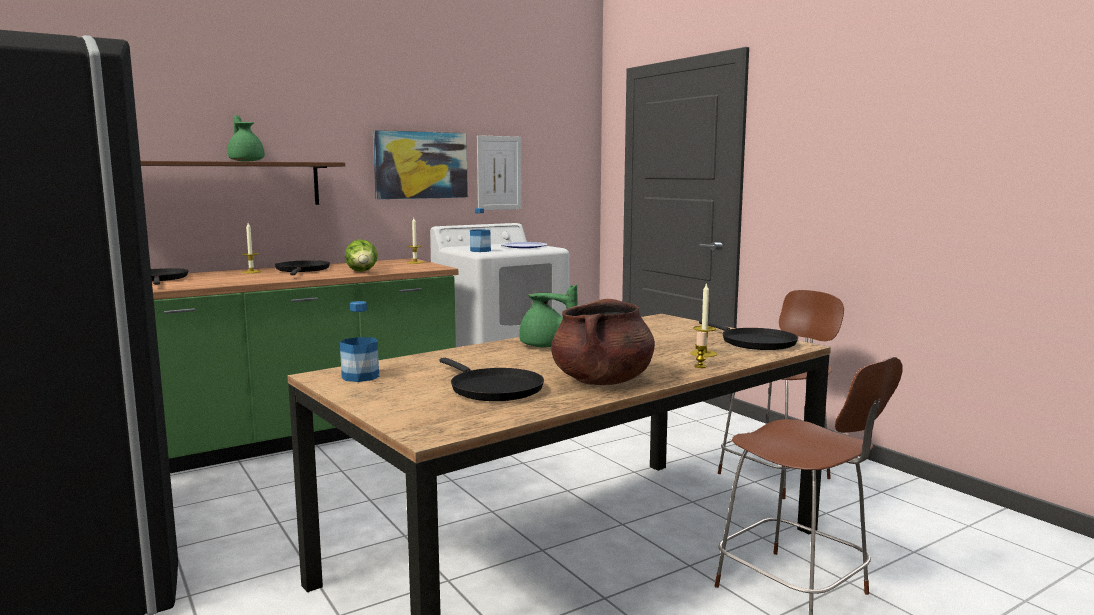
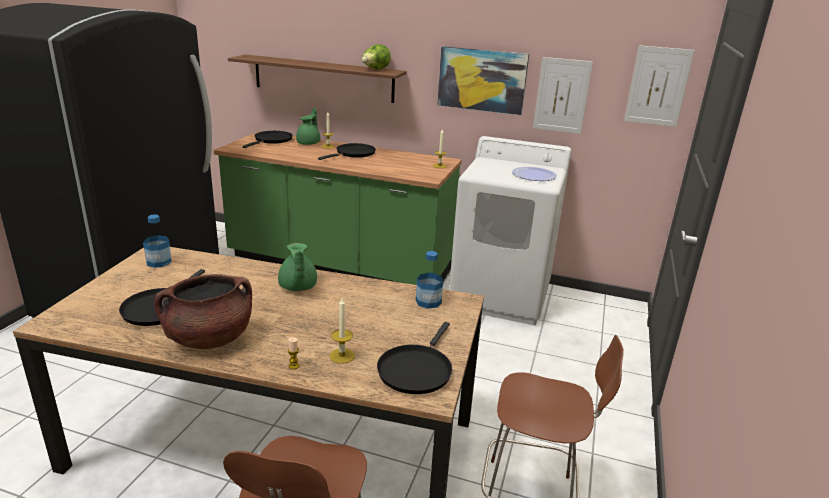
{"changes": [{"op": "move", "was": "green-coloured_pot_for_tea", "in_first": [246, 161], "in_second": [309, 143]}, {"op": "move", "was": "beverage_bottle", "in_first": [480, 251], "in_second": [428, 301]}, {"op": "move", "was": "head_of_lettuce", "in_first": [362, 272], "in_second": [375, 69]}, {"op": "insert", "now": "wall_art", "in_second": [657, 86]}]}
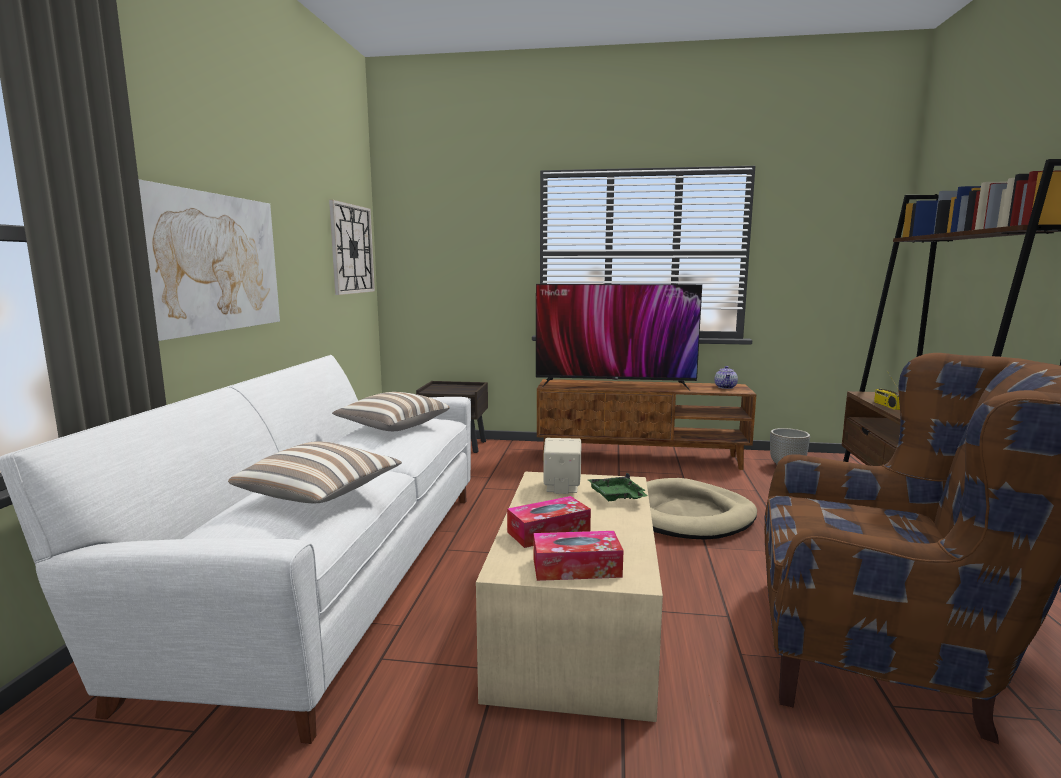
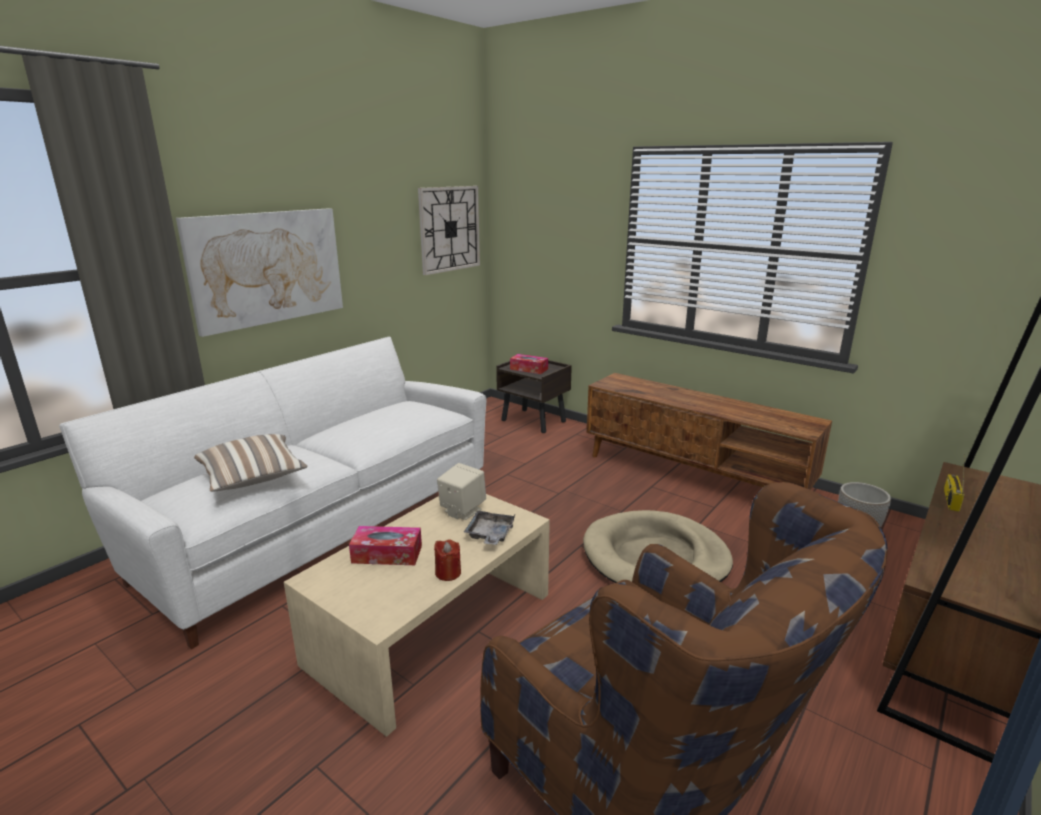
{"changes": [{"op": "delete", "was": "television", "in_first": [614, 384]}, {"op": "delete", "was": "pot_for_tea", "in_first": [725, 387]}, {"op": "delete", "was": "pillow", "in_first": [392, 427]}, {"op": "recolor", "was": "green-coloured_tray", "now": "greyish_tray", "in_first": [617, 497], "in_second": [490, 535]}, {"op": "move", "was": "tissue_box", "in_first": [576, 568], "in_second": [529, 369]}, {"op": "insert", "now": "red-coloured_wax_candle", "in_second": [448, 573]}]}
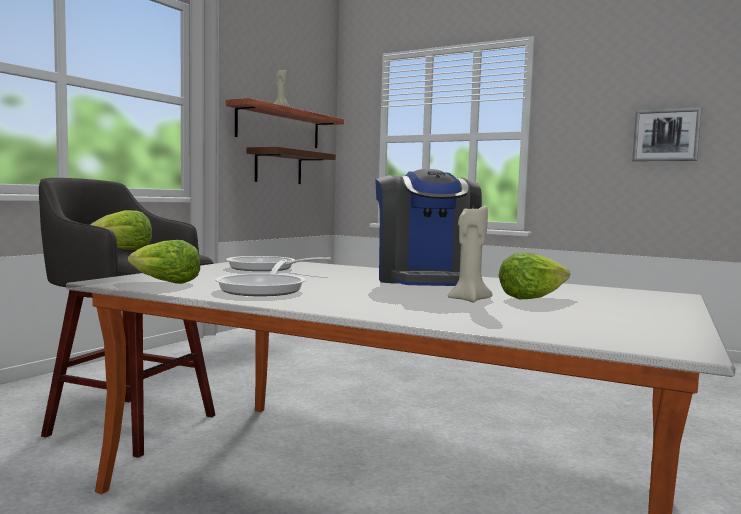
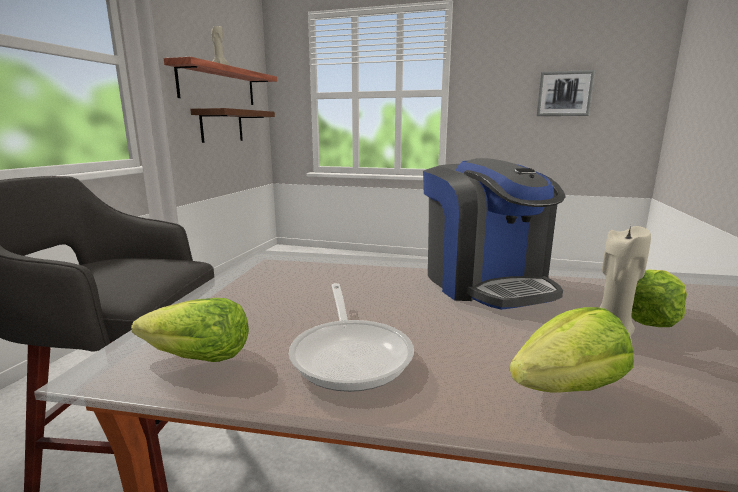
{"changes": [{"op": "move", "was": "head_of_lettuce", "in_first": [123, 249], "in_second": [568, 388]}, {"op": "delete", "was": "pan", "in_first": [266, 268]}]}
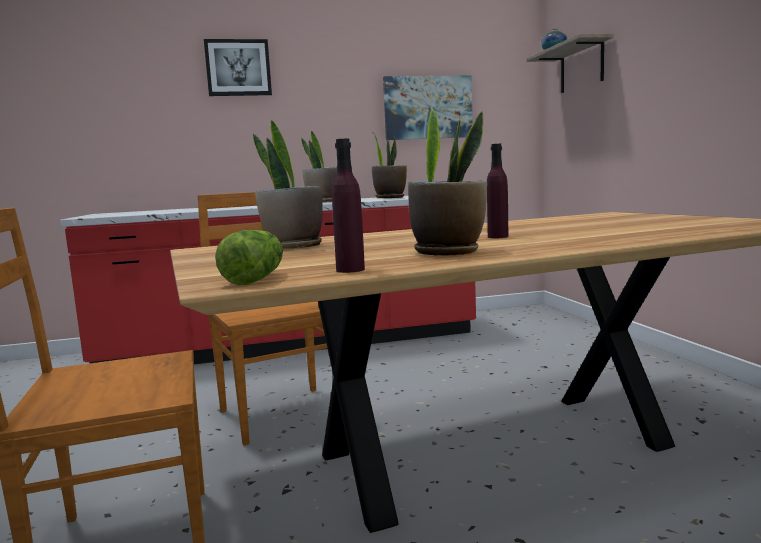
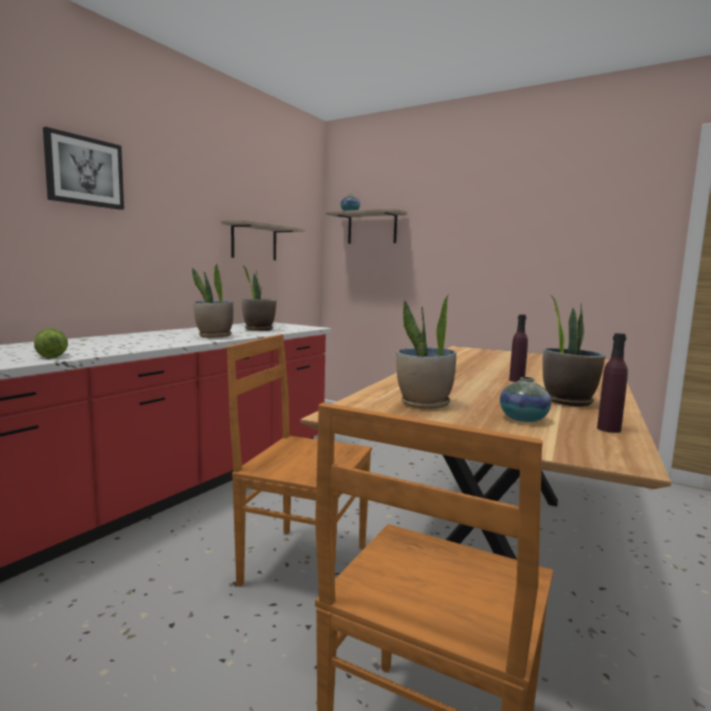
{"changes": [{"op": "replace", "was": "wall_art", "now": "shelf", "in_first": [428, 108], "in_second": [254, 242]}, {"op": "move", "was": "head_of_lettuce", "in_first": [257, 279], "in_second": [51, 355]}, {"op": "insert", "now": "vase", "in_second": [523, 419]}]}
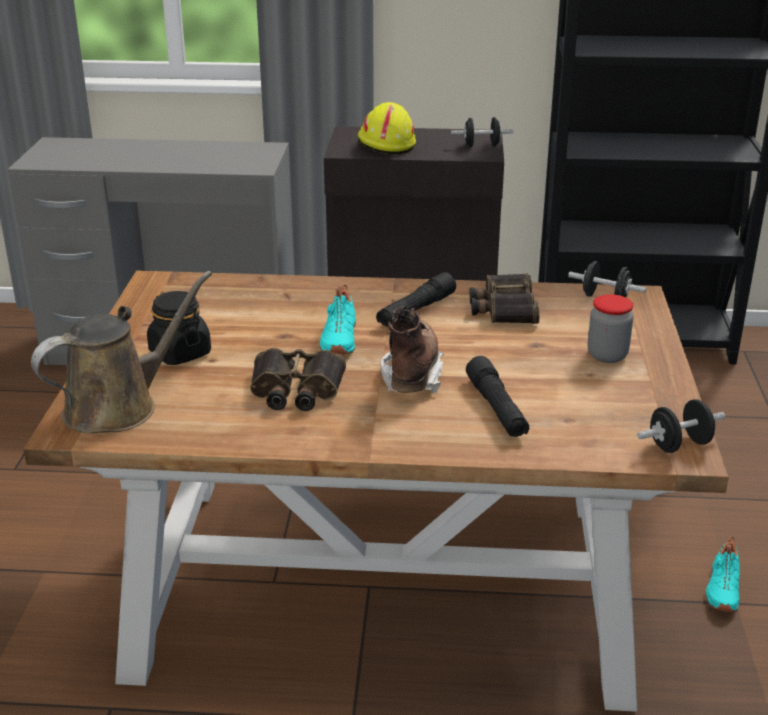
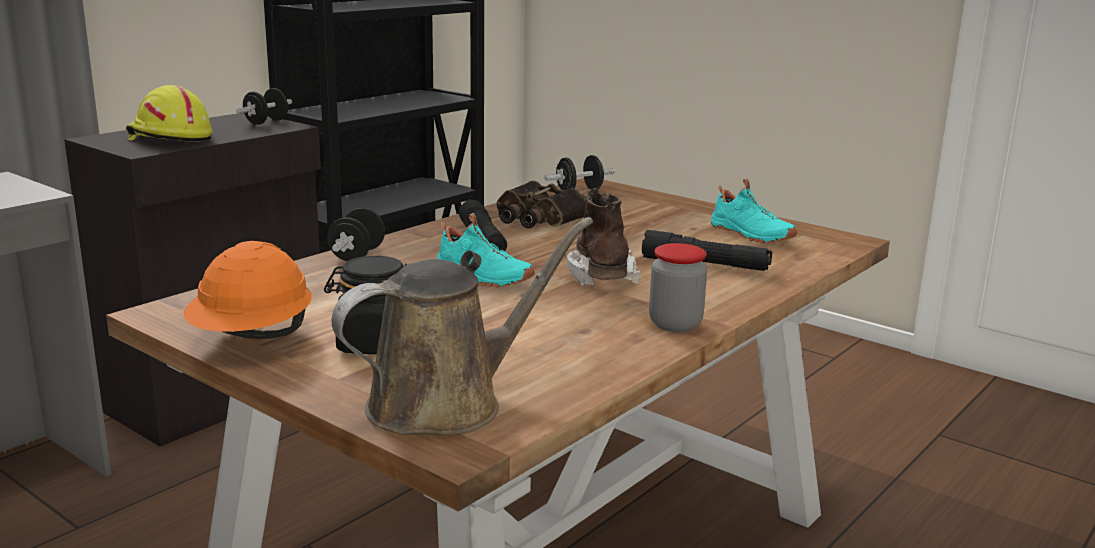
{"changes": [{"op": "rotate", "was": "brown_watering_pot", "in_first": [119, 406], "in_second": [447, 403], "clockwise": 60}, {"op": "move", "was": "storage_jar", "in_first": [607, 355], "in_second": [675, 324]}, {"op": "rotate", "was": "brown_boot", "in_first": [412, 375], "in_second": [601, 273], "clockwise": 45}, {"op": "delete", "was": "pair_of_binoculars", "in_first": [295, 390]}, {"op": "move", "was": "blackish_free_weight", "in_first": [679, 445], "in_second": [357, 255]}, {"op": "move", "was": "turquoise-coloured_shoe", "in_first": [721, 589], "in_second": [749, 235]}, {"op": "insert", "now": "orange_safety_helmet", "in_second": [253, 339]}]}
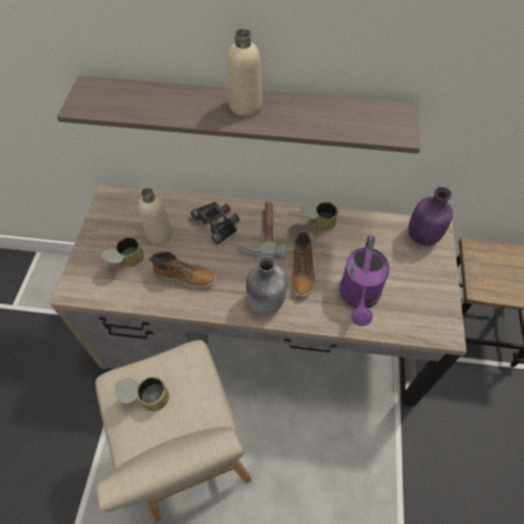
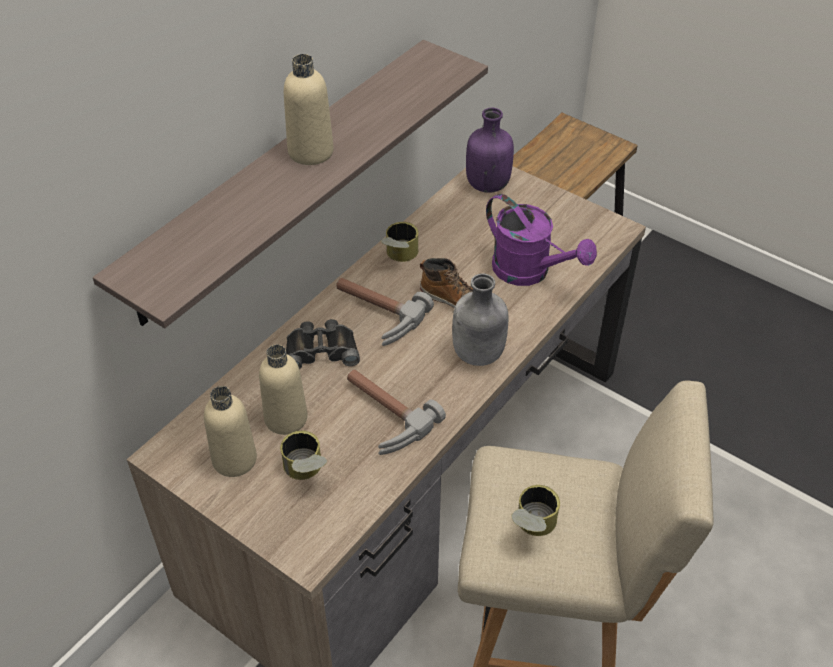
{"changes": [{"op": "replace", "was": "boot", "now": "tool_hammer", "in_first": [185, 276], "in_second": [380, 417]}, {"op": "insert", "now": "beige_beverage_bottle", "in_second": [234, 459]}]}
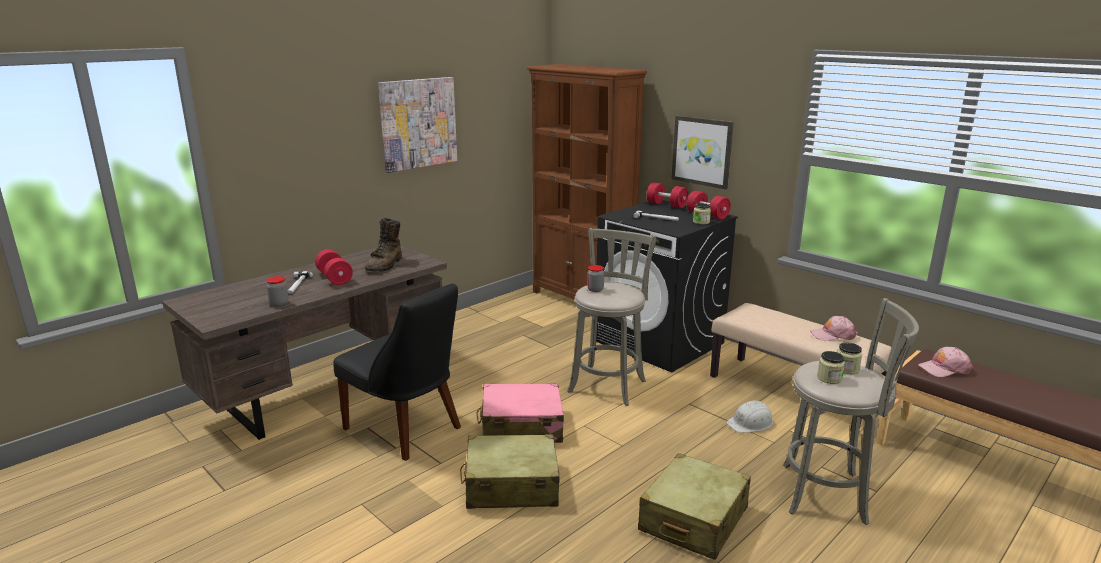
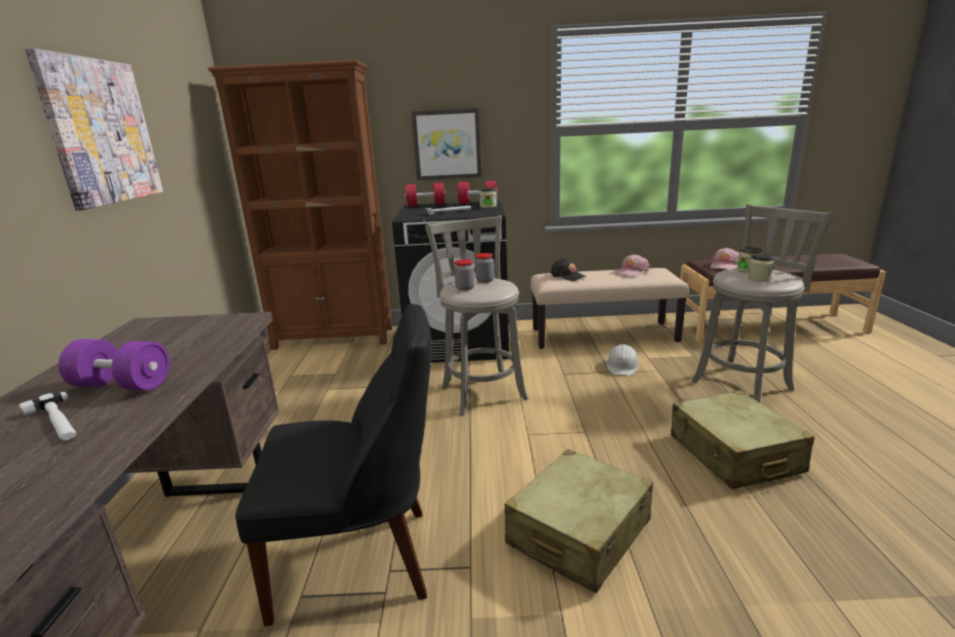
{"changes": [{"op": "delete", "was": "brown_boot", "in_first": [385, 265]}, {"op": "recolor", "was": "red-coloured_free_weight", "now": "purple_free_weight", "in_first": [335, 278], "in_second": [122, 385]}, {"op": "move", "was": "storage_jar", "in_first": [279, 304], "in_second": [485, 280]}, {"op": "delete", "was": "pink_travel_case", "in_first": [521, 427]}, {"op": "insert", "now": "blackish_baseball_cap", "in_second": [567, 276]}]}
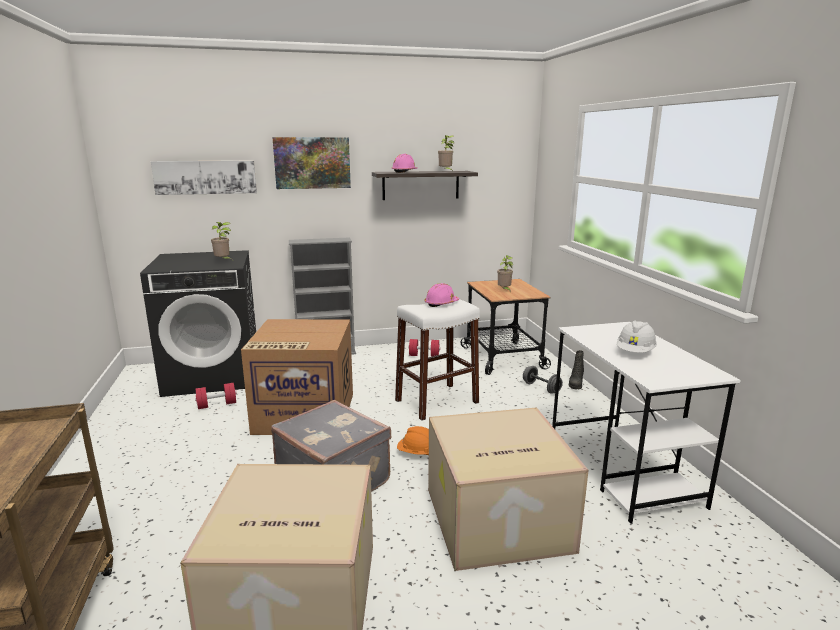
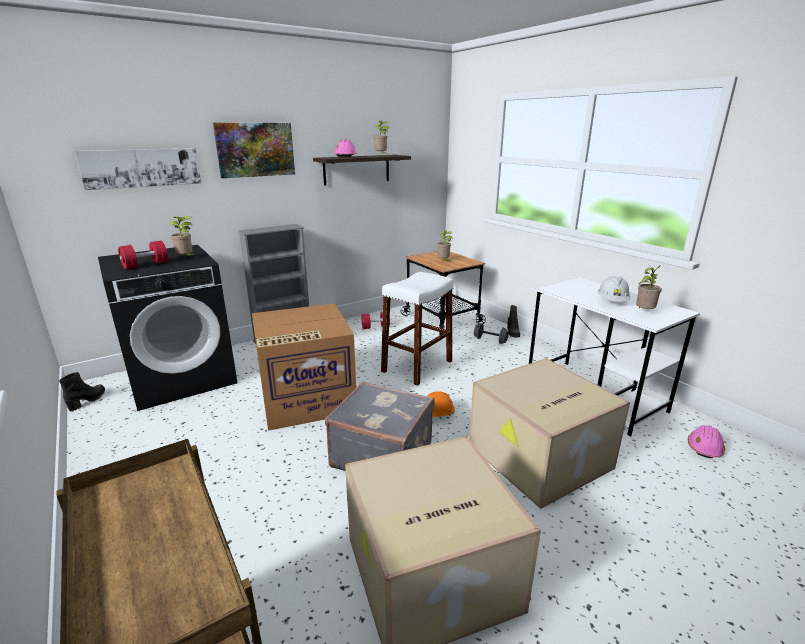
{"changes": [{"op": "move", "was": "pink_safety_helmet", "in_first": [441, 304], "in_second": [704, 447]}, {"op": "move", "was": "red-coloured_free_weight", "in_first": [217, 405], "in_second": [146, 265]}, {"op": "insert", "now": "potted_plant", "in_second": [644, 312]}, {"op": "insert", "now": "blackish_boot", "in_second": [88, 400]}]}
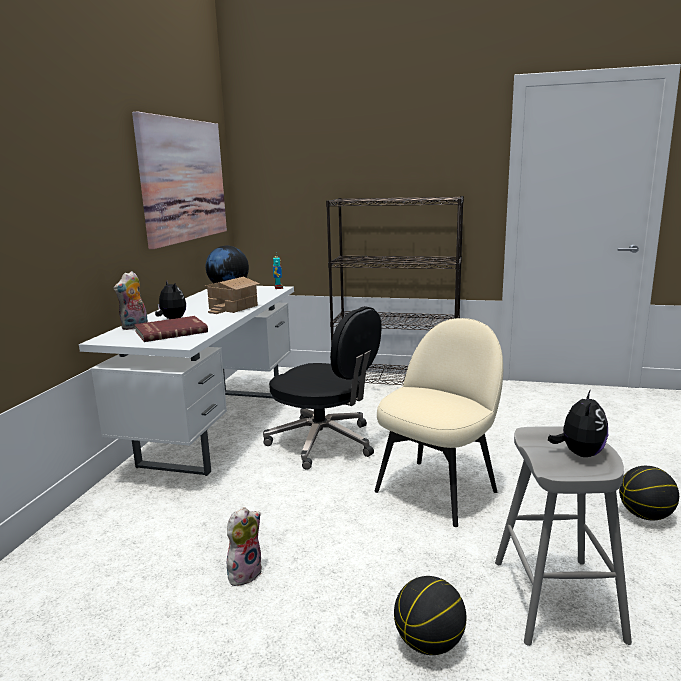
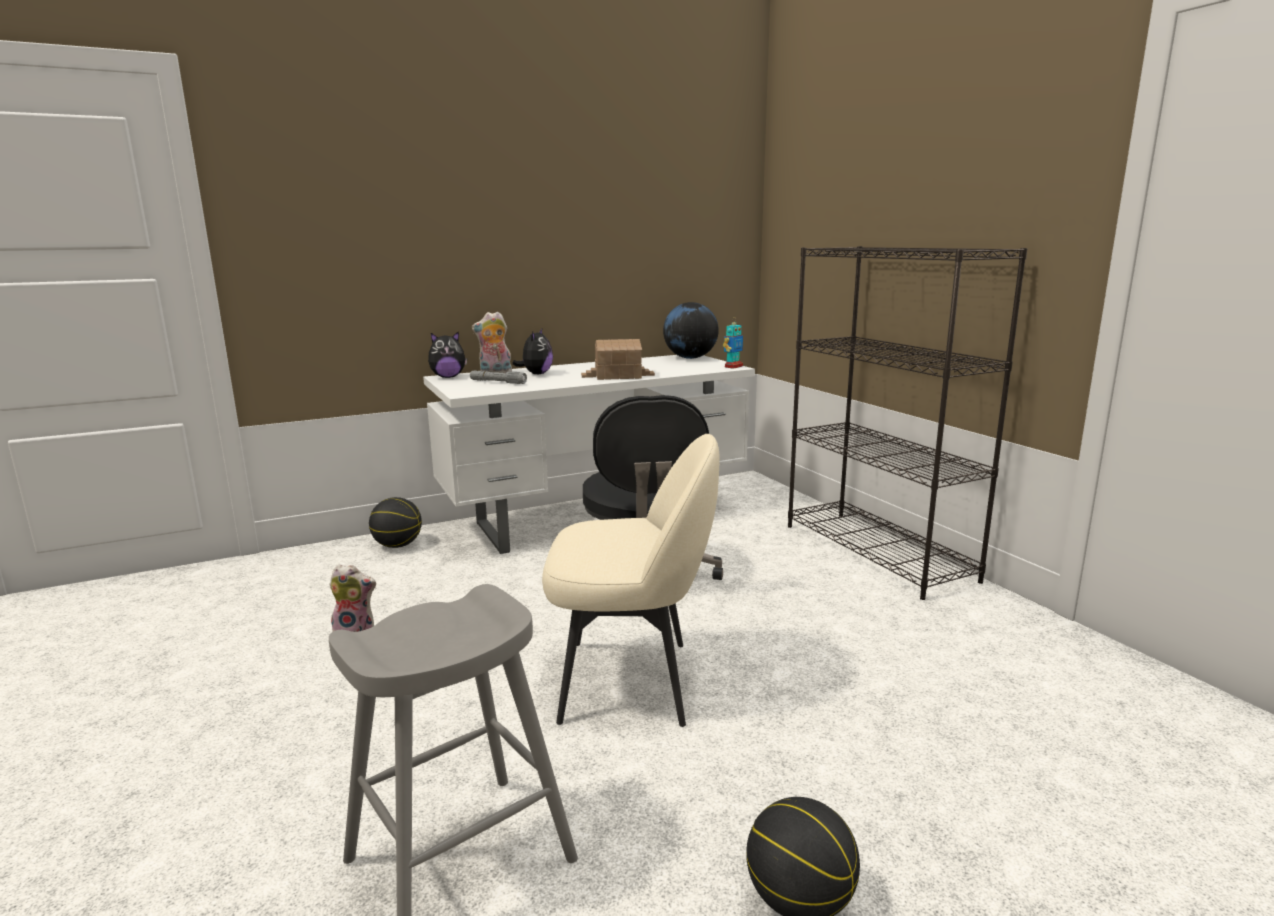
{"changes": [{"op": "delete", "was": "wall_art", "in_first": [183, 180]}, {"op": "replace", "was": "red-coloured_volume", "now": "greyish_torch", "in_first": [171, 331], "in_second": [498, 382]}, {"op": "move", "was": "cuddly_toy", "in_first": [579, 453], "in_second": [448, 377]}, {"op": "move", "was": "ball_for_basketball", "in_first": [428, 643], "in_second": [398, 545]}]}
